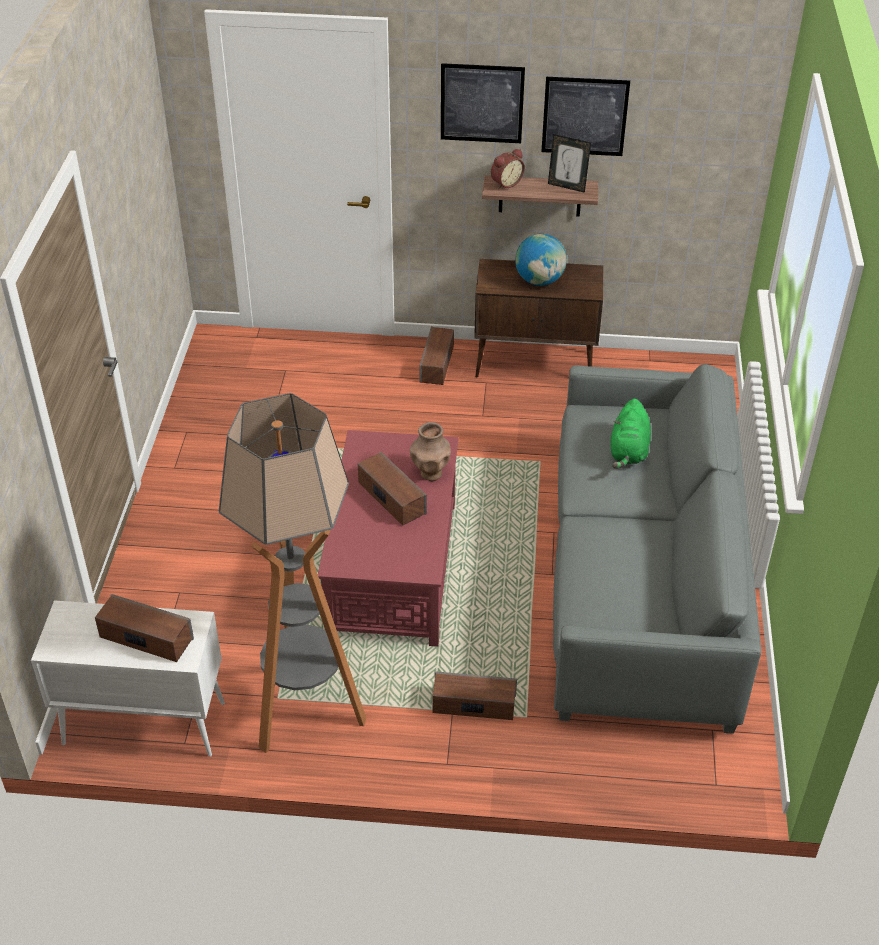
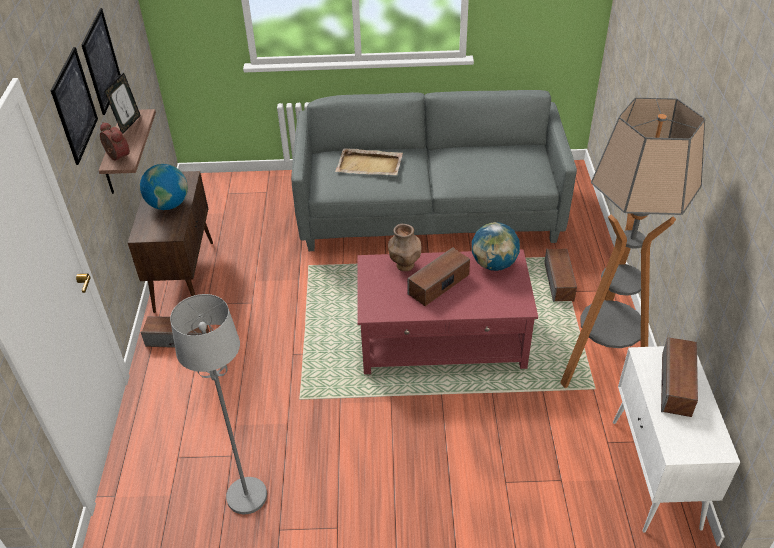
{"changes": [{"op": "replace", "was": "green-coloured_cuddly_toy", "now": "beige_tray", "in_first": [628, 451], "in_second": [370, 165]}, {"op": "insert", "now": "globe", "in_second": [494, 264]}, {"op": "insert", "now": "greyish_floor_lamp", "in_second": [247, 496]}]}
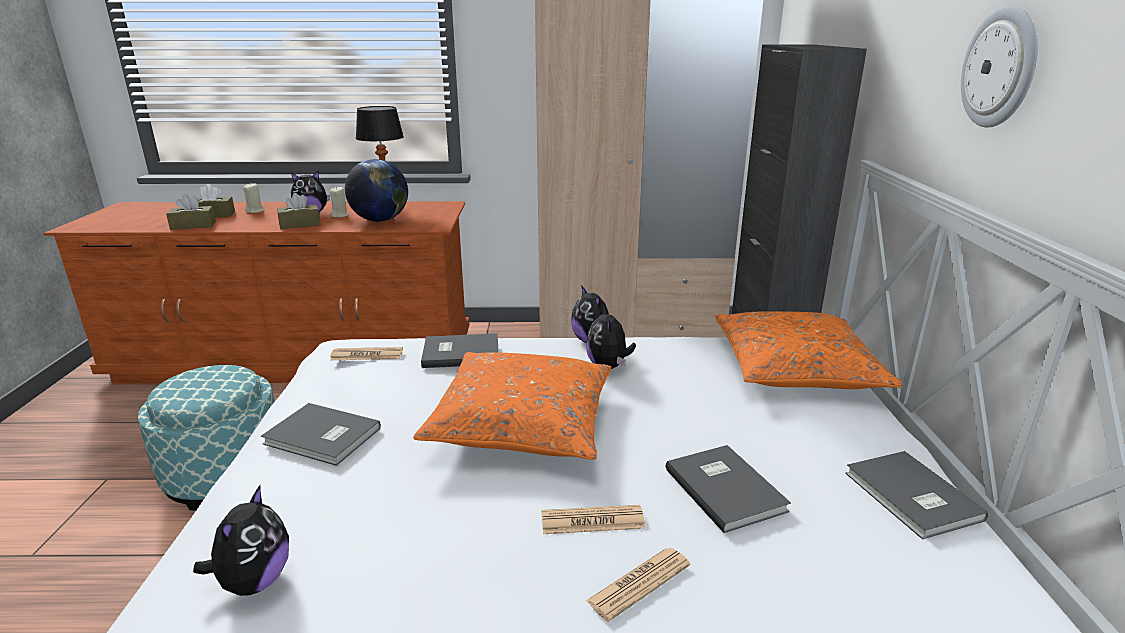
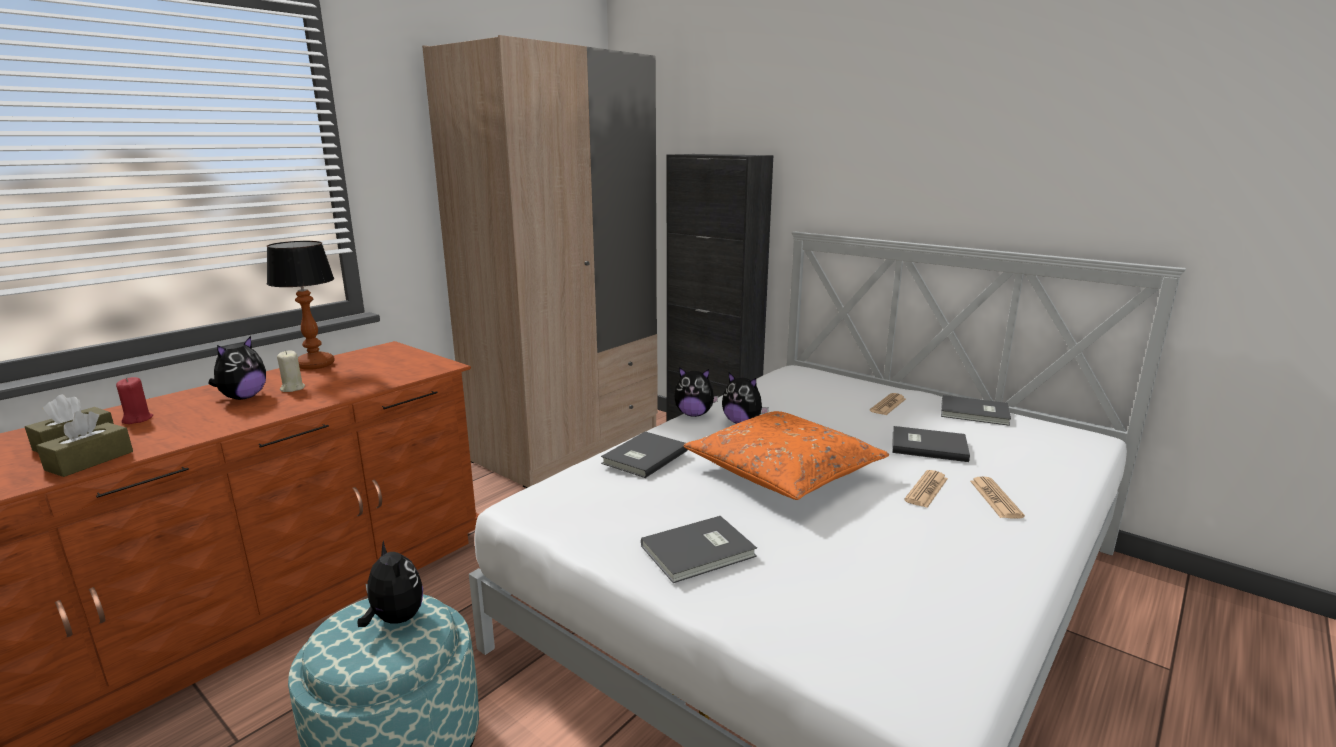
{"changes": [{"op": "delete", "was": "clock_on_the_wall", "in_first": [1000, 68]}, {"op": "delete", "was": "globe", "in_first": [380, 220]}, {"op": "recolor", "was": "beige_wax_candle", "now": "red-coloured_wax_candle", "in_first": [255, 211], "in_second": [137, 419]}, {"op": "delete", "was": "brown_tissue_box", "in_first": [300, 224]}, {"op": "delete", "was": "orange_pillow", "in_first": [796, 367]}, {"op": "move", "was": "newspaper", "in_first": [367, 355], "in_second": [888, 405]}, {"op": "move", "was": "cuddly_toy", "in_first": [254, 581], "in_second": [395, 619]}]}
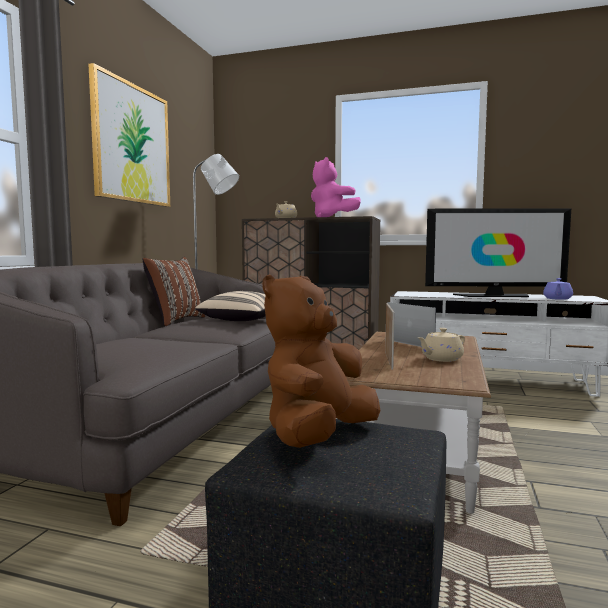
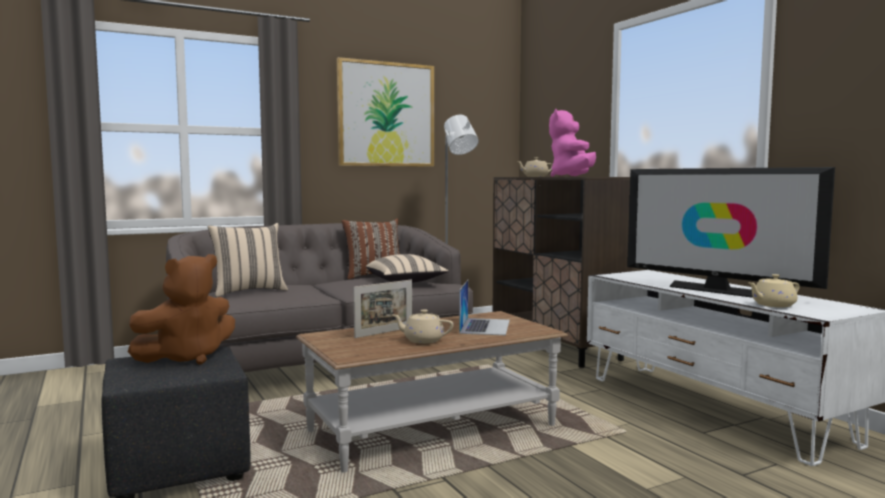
{"changes": [{"op": "rotate", "was": "brown_cuddly_toy", "in_first": [318, 436], "in_second": [187, 357], "clockwise": 150}, {"op": "recolor", "was": "purple_pot_for_tea", "now": "beige_pot_for_tea", "in_first": [557, 299], "in_second": [772, 305]}, {"op": "insert", "now": "beige_pillow", "in_second": [248, 291]}]}
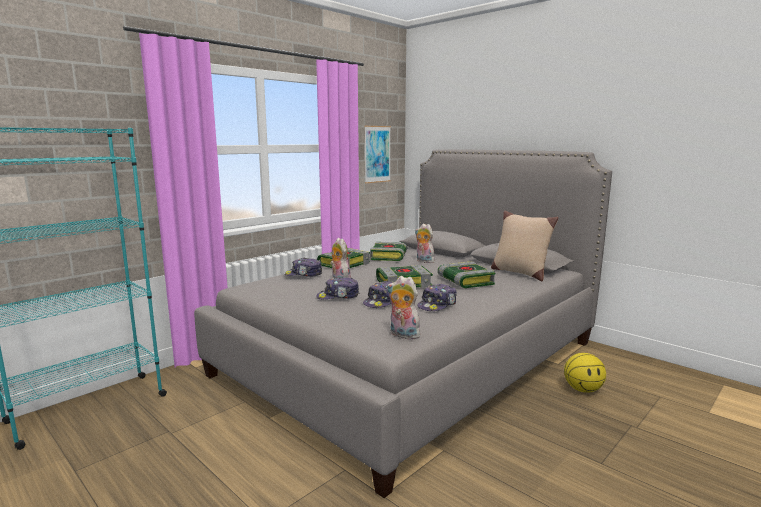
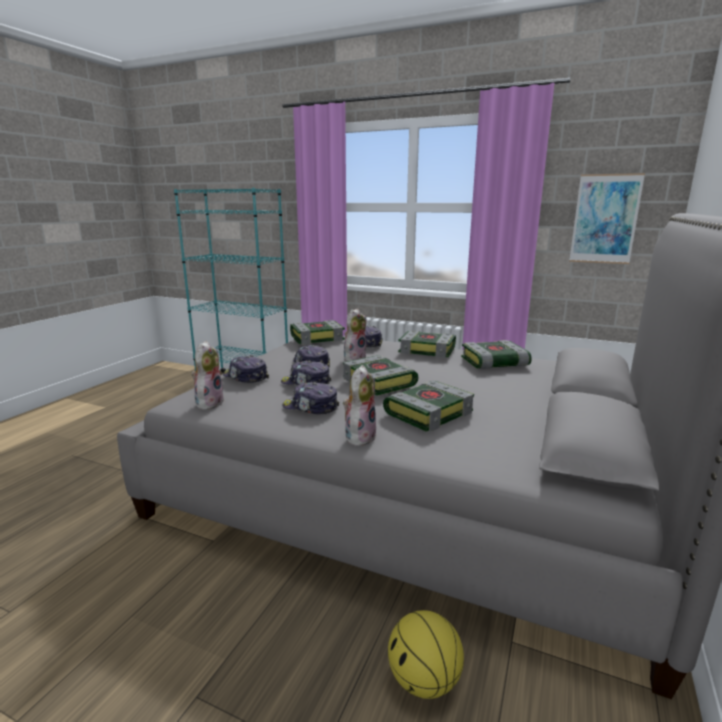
{"changes": [{"op": "delete", "was": "beige_pillow", "in_first": [519, 273]}, {"op": "move", "was": "cuddly_toy", "in_first": [423, 261], "in_second": [359, 436]}, {"op": "insert", "now": "volume", "in_second": [317, 338]}, {"op": "insert", "now": "baseball_cap", "in_second": [245, 377]}]}
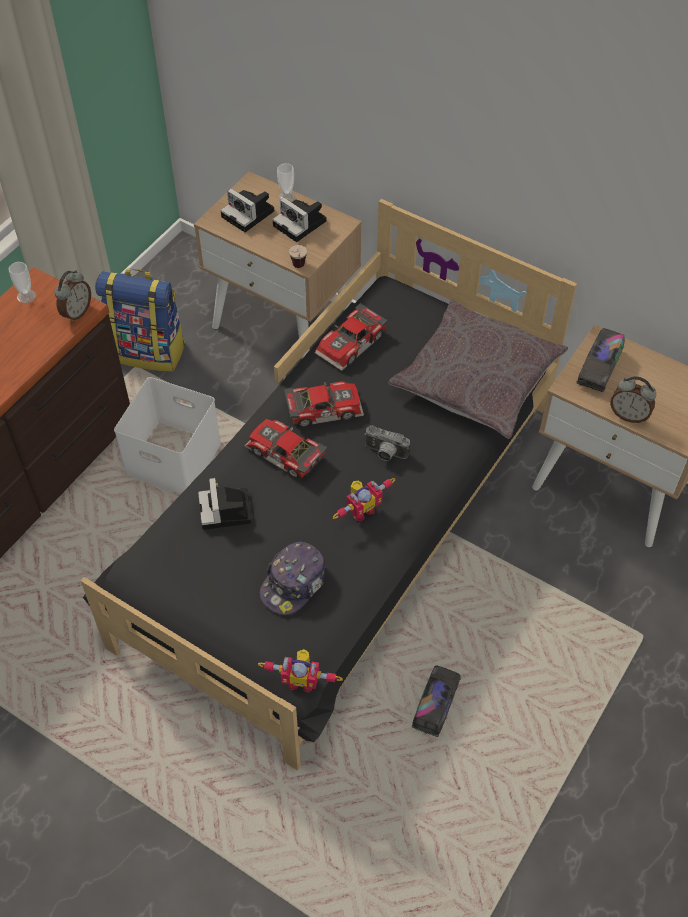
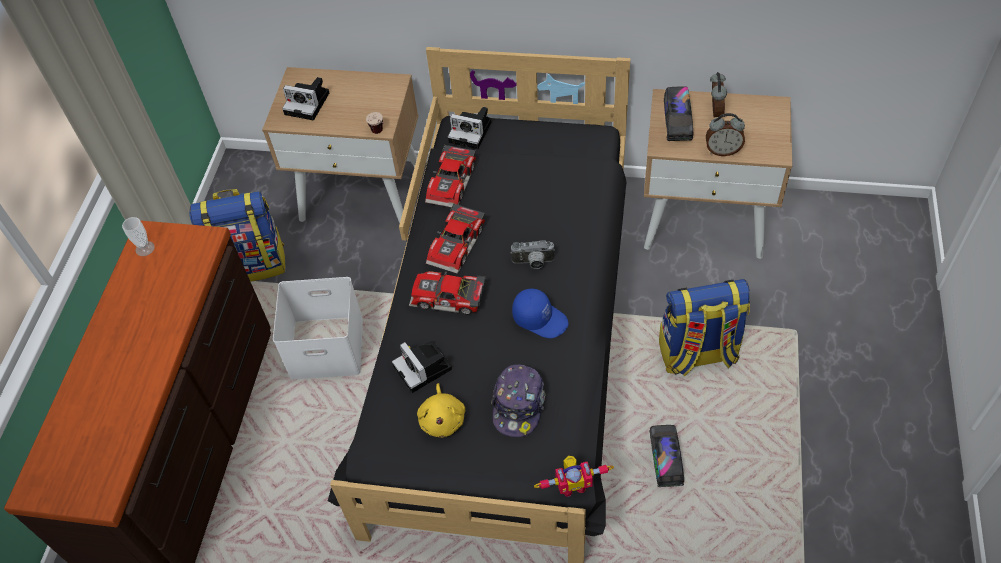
{"changes": [{"op": "delete", "was": "small_cup", "in_first": [286, 196]}, {"op": "move", "was": "photo_camera", "in_first": [301, 224], "in_second": [472, 132]}, {"op": "move", "was": "alarm_clock", "in_first": [76, 312], "in_second": [714, 112]}, {"op": "delete", "was": "greyish_pillow", "in_first": [477, 379]}, {"op": "rotate", "was": "miniature_car", "in_first": [323, 407], "in_second": [458, 245], "clockwise": 150}, {"op": "replace", "was": "toy_robot", "now": "bluish_baseball_cap", "in_first": [361, 510], "in_second": [540, 318]}, {"op": "insert", "now": "knapsack", "in_second": [697, 354]}, {"op": "insert", "now": "yellowish_cuddly_toy", "in_second": [442, 419]}]}
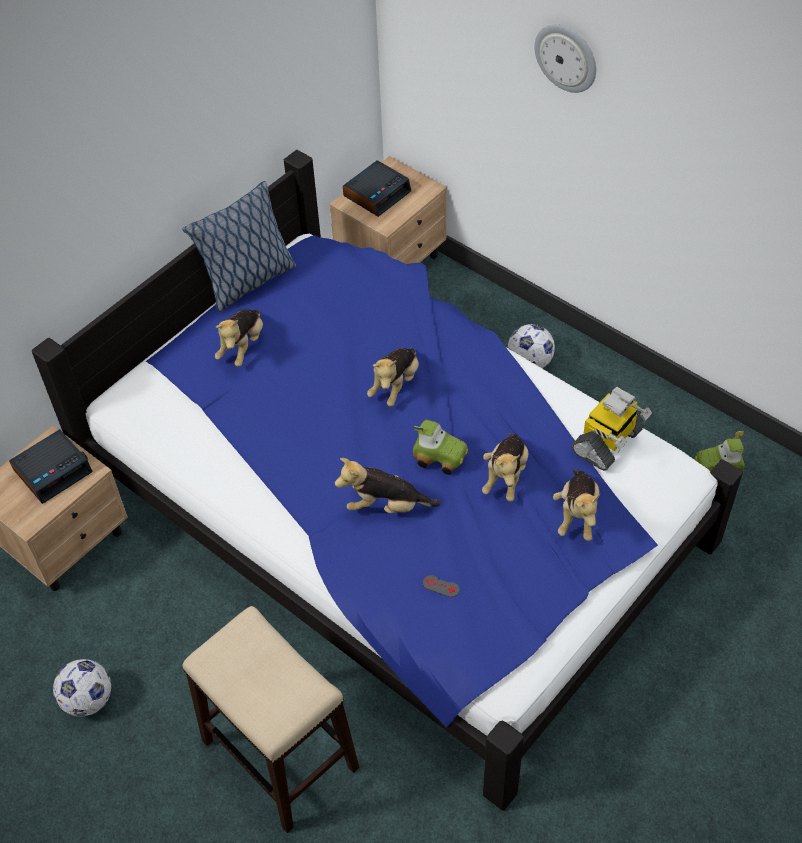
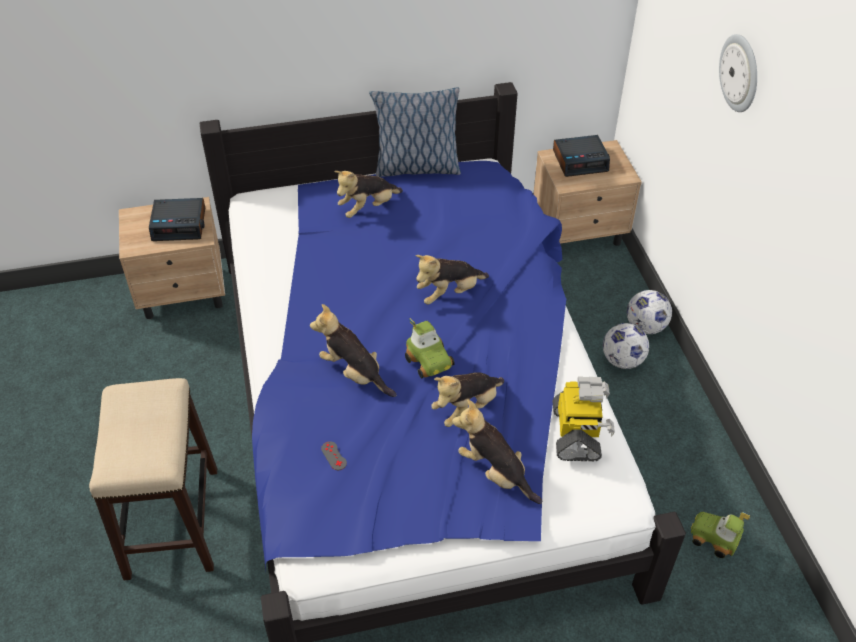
{"changes": [{"op": "rotate", "was": "toy_robot", "in_first": [608, 443], "in_second": [577, 433], "clockwise": -75}, {"op": "rotate", "was": "cuddly_toy", "in_first": [577, 515], "in_second": [495, 472], "clockwise": 90}, {"op": "move", "was": "football", "in_first": [88, 700], "in_second": [645, 327]}]}
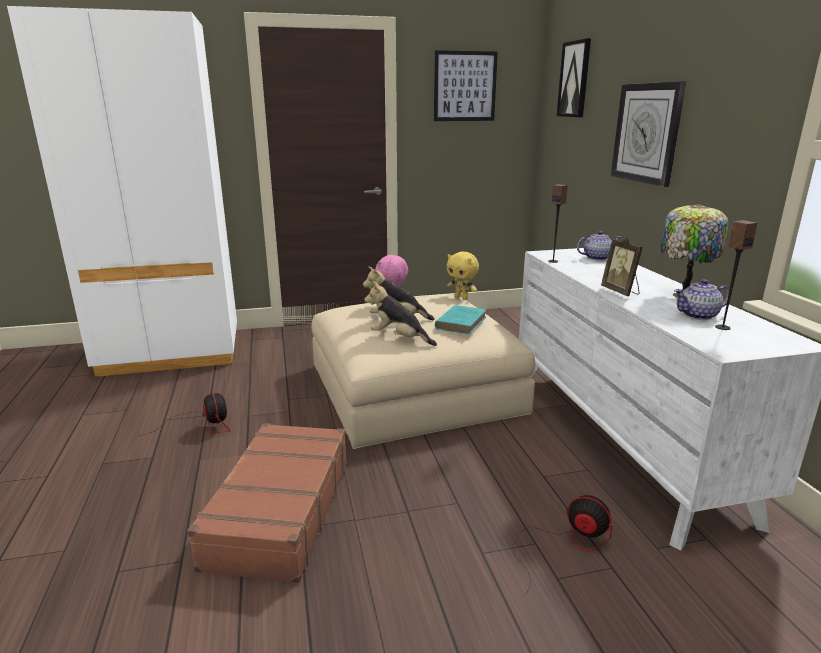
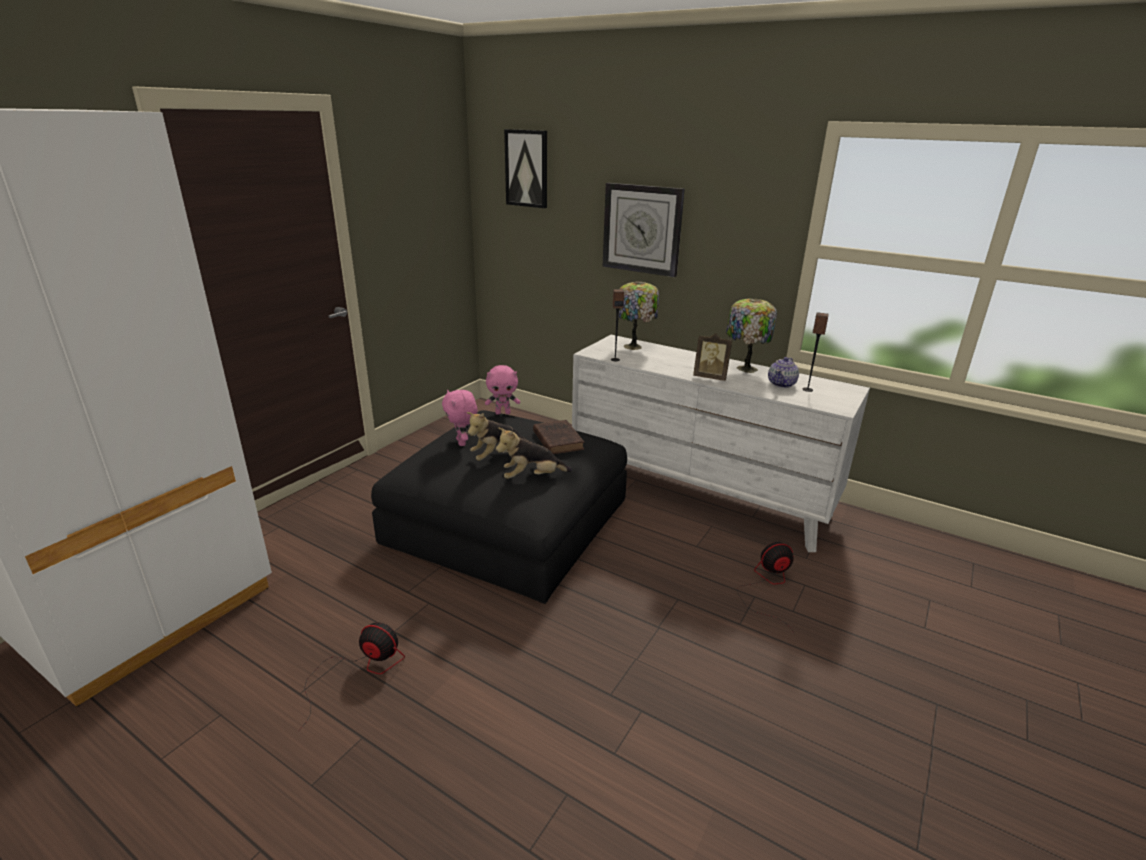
{"changes": [{"op": "delete", "was": "wall_art", "in_first": [465, 86]}, {"op": "replace", "was": "pot_for_tea", "now": "table_lamp", "in_first": [596, 258], "in_second": [634, 347]}, {"op": "recolor", "was": "yellowish_cuddly_toy", "now": "pink_cuddly_toy", "in_first": [462, 298], "in_second": [503, 413]}, {"op": "recolor", "was": "beige_pouffe", "now": "blackish_pouffe", "in_first": [414, 388], "in_second": [508, 520]}, {"op": "recolor", "was": "turquoise-coloured_volume", "now": "brown_volume", "in_first": [461, 322], "in_second": [557, 440]}, {"op": "delete", "was": "brown_travel_case", "in_first": [279, 512]}]}
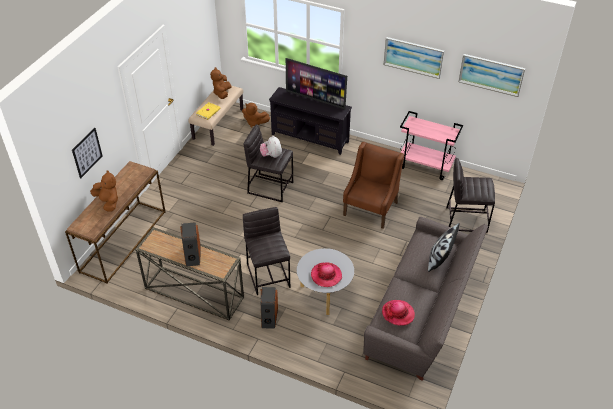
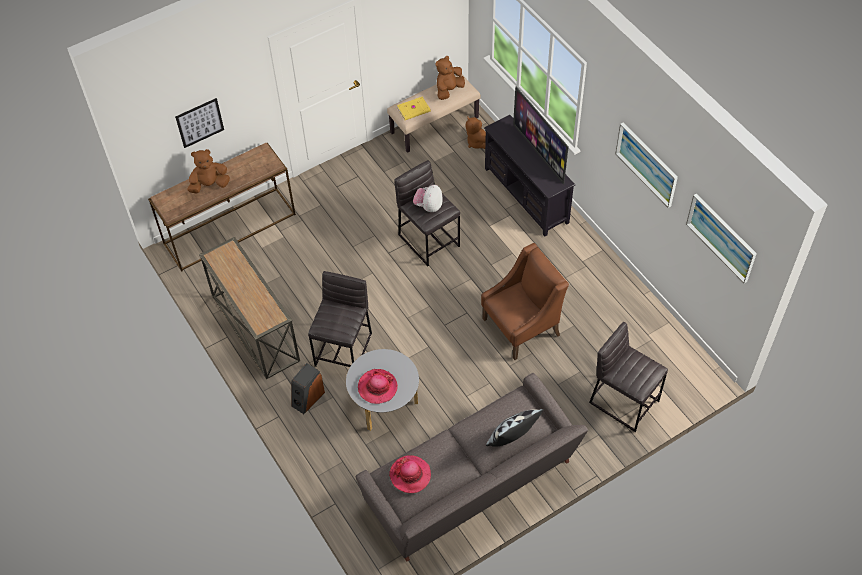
{"changes": [{"op": "delete", "was": "pink_trolley", "in_first": [426, 166]}, {"op": "rotate", "was": "brown_cuddly_toy", "in_first": [108, 202], "in_second": [209, 185], "clockwise": -105}, {"op": "delete", "was": "audio_speaker", "in_first": [192, 255]}]}
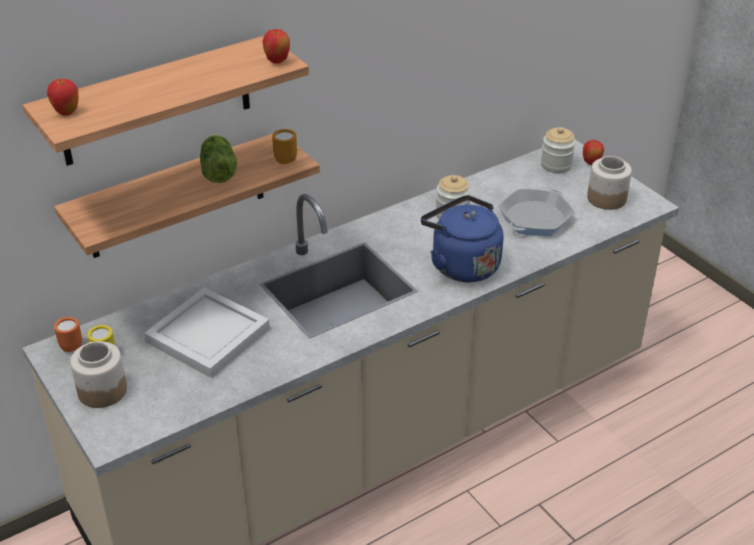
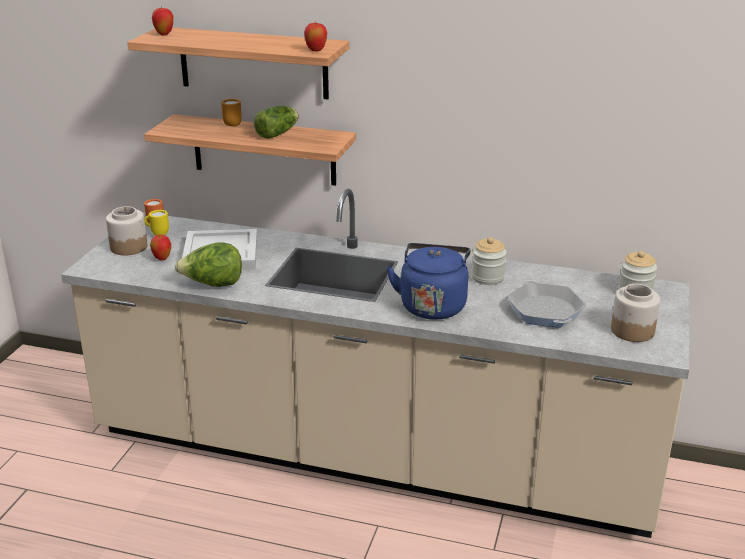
{"changes": [{"op": "move", "was": "orange_coffee_mug", "in_first": [284, 159], "in_second": [234, 124]}, {"op": "move", "was": "apple", "in_first": [591, 163], "in_second": [162, 259]}, {"op": "rotate", "was": "pan", "in_first": [535, 218], "in_second": [545, 311], "clockwise": 75}, {"op": "insert", "now": "head_of_lettuce", "in_second": [213, 285]}]}
